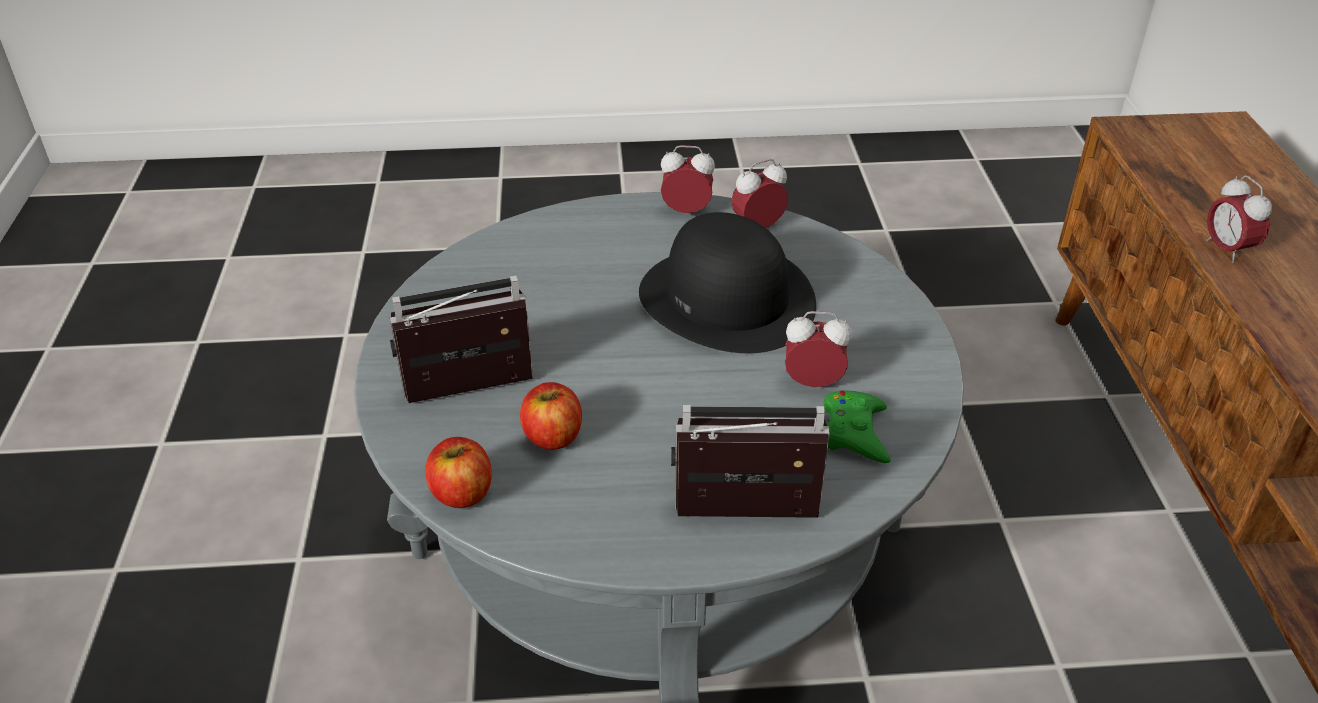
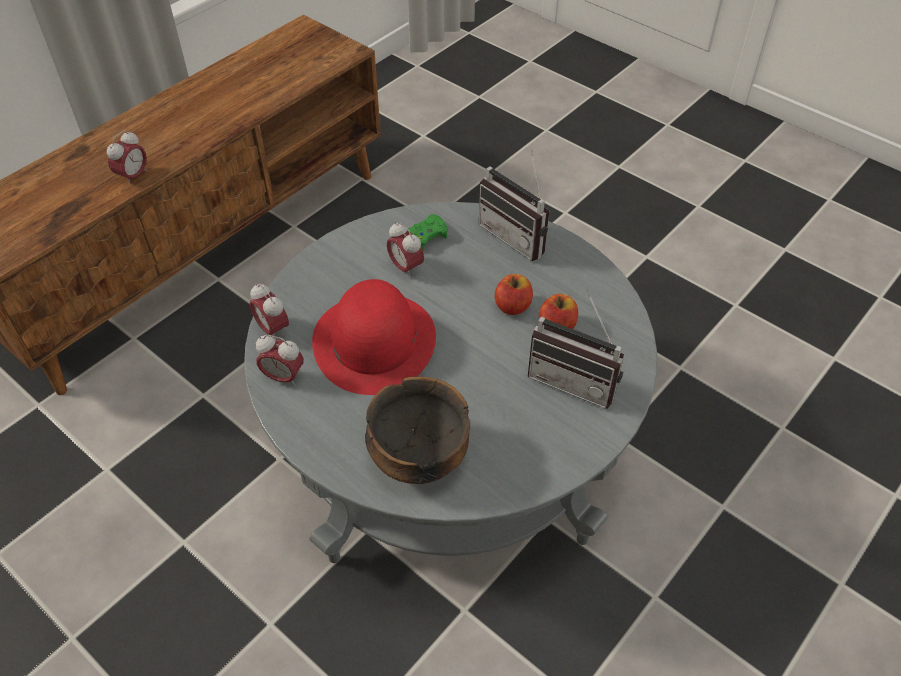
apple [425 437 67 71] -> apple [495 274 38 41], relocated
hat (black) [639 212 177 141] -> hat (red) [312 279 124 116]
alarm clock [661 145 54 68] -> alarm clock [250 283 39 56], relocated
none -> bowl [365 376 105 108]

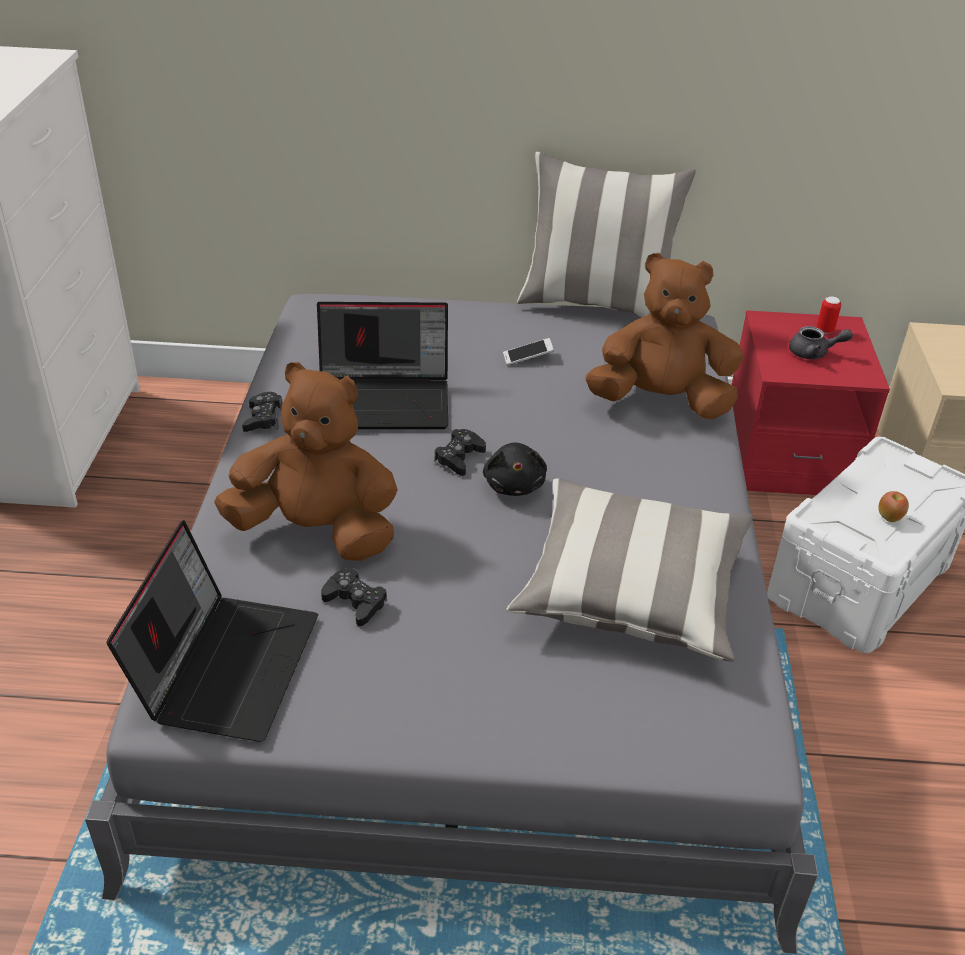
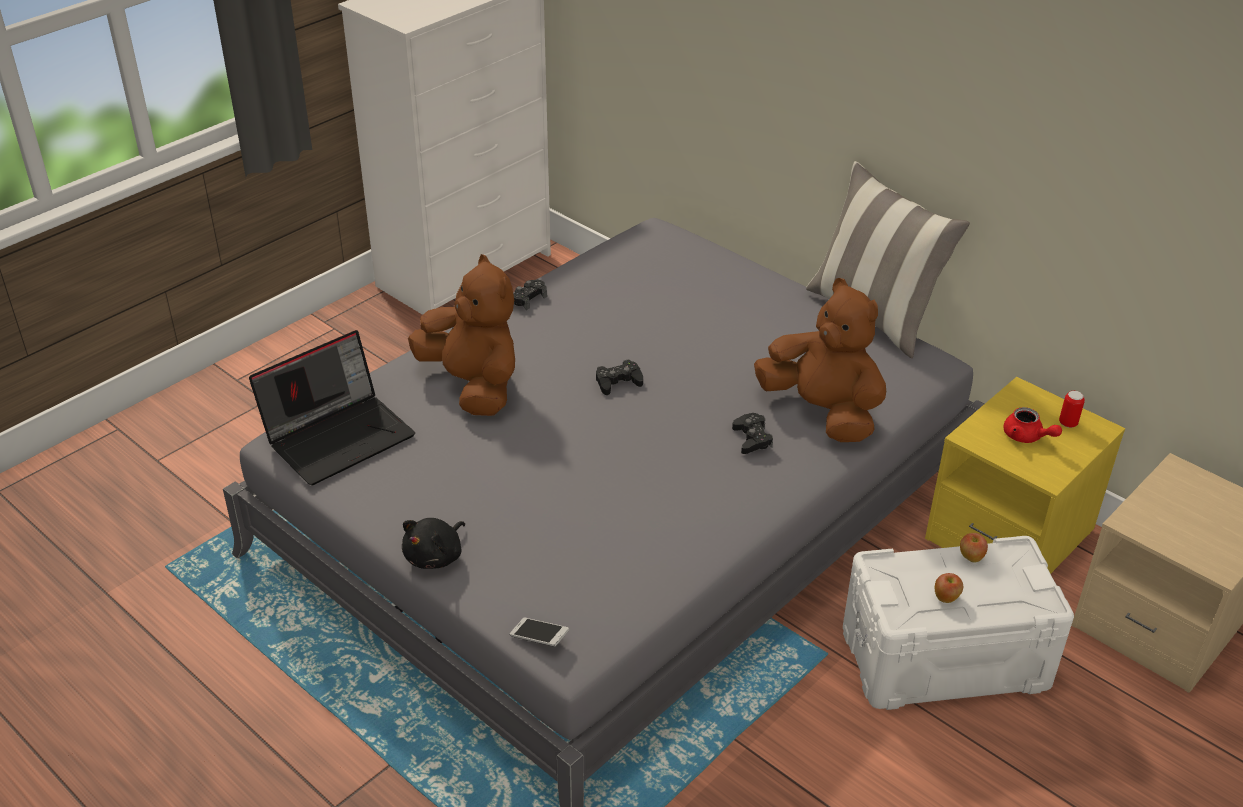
laptop [317 302 131 127] -> none
game controller (black) [321 568 66 58] -> game controller (black) [732 413 41 41], relocated
plush toy (black) [483 442 64 54] -> plush toy (black) [402 518 63 51], relocated
phone [503 338 51 28] -> phone [510 618 59 29], relocated
pillow [507 479 247 183] -> none
nightstand (red) [731 310 159 185] -> nightstand (yellow) [925 377 200 197]
teapot (grey) [789 326 64 33] -> teapot (red) [1004 407 58 36]
none -> apple [960 533 28 29]

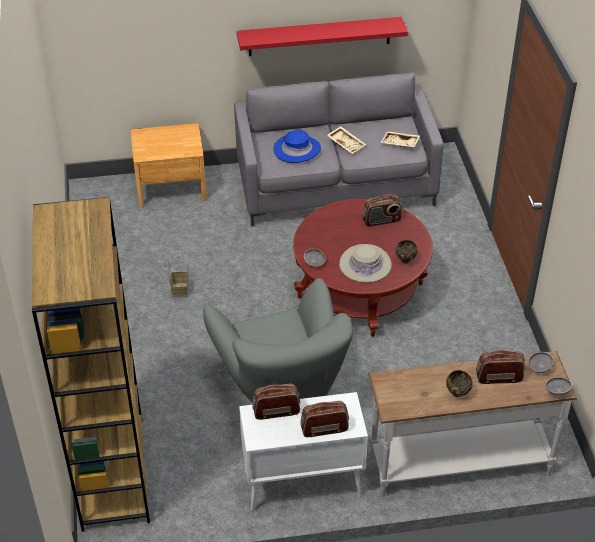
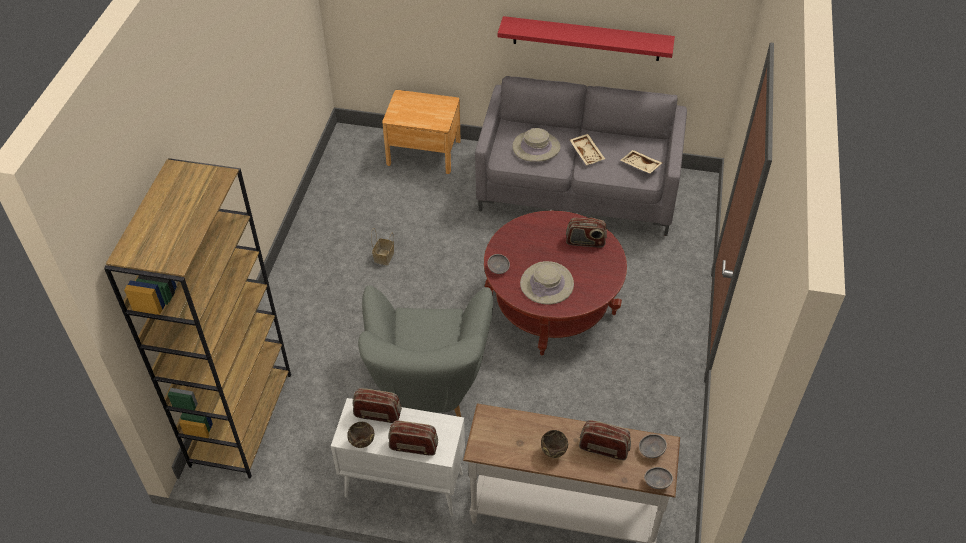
hat (blue) [273 130 48 33] -> hat (beige) [512 128 49 34]
bowl (brown) [395 240 23 24] -> bowl (brown) [347 422 28 26], relocated

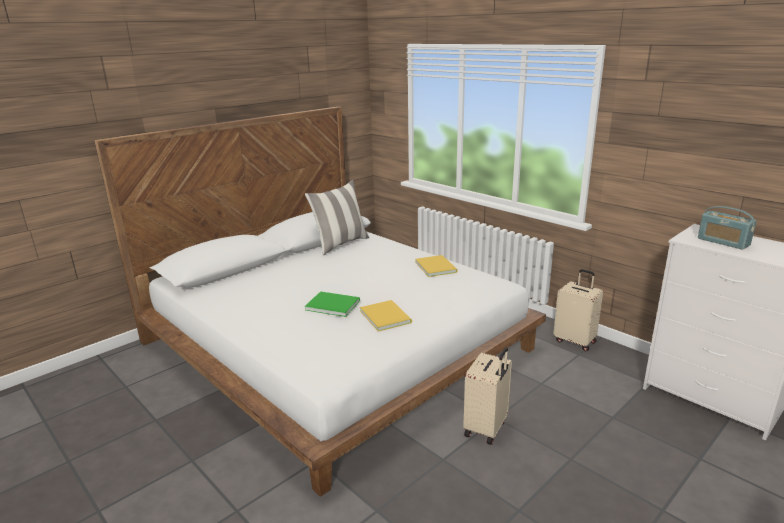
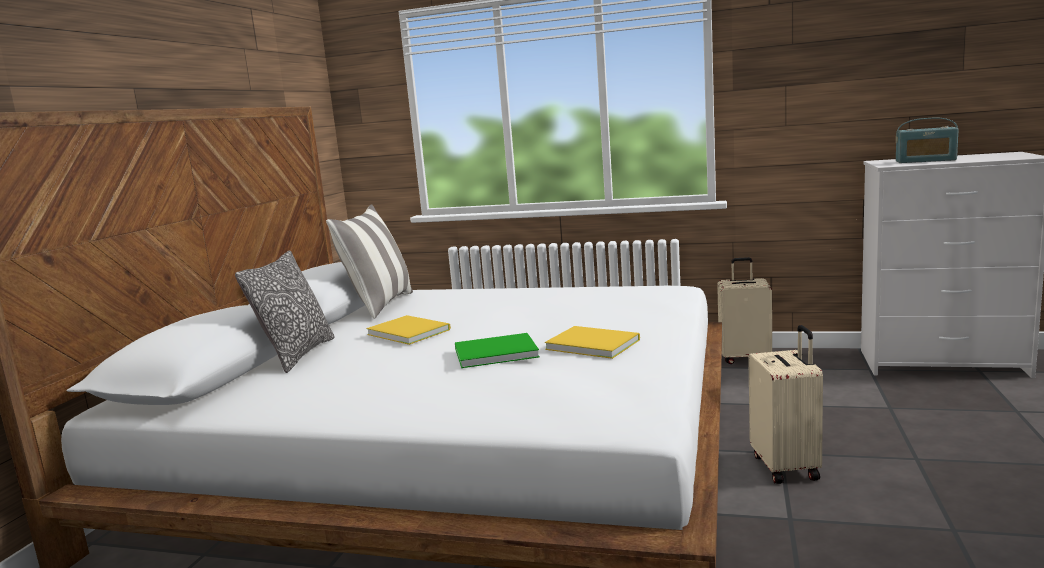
book (yellow) [415 255 43 22] -> book (yellow) [367 315 84 30], relocated
none -> pillow [235 251 99 122]

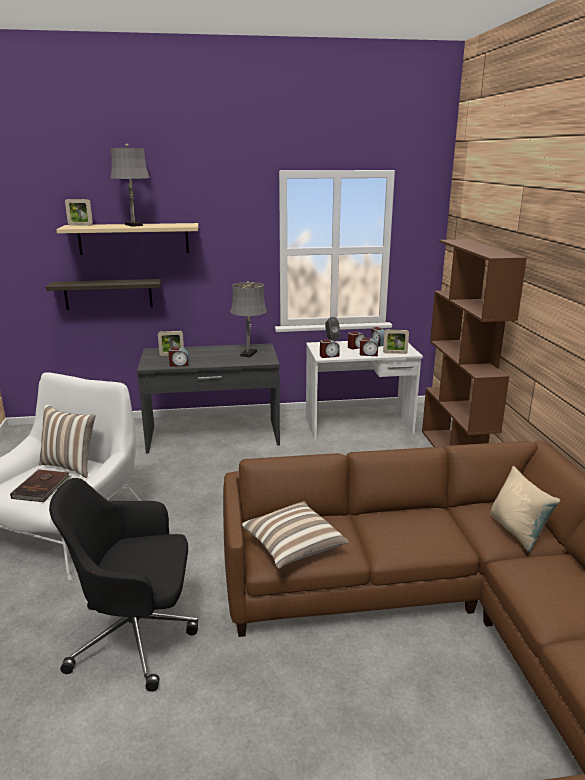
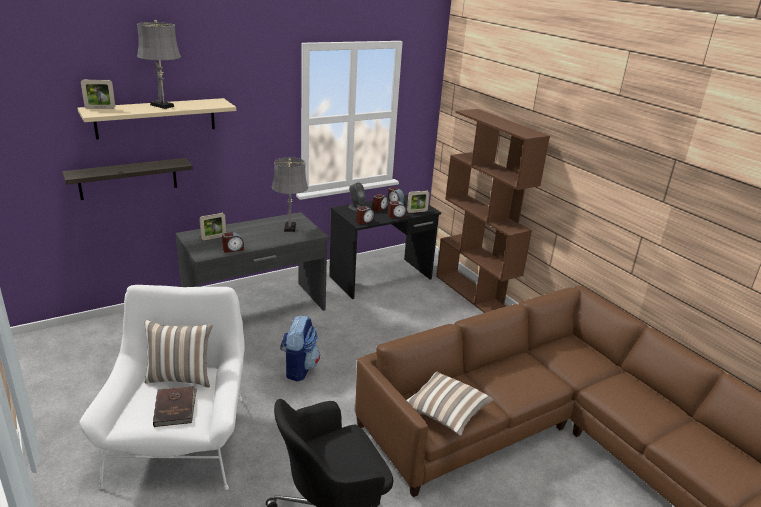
desk (white) [306 341 117 99] -> desk (black) [329 195 112 104]
pillow (beige) [490 466 70 86] -> none
none -> backpack [280 315 40 67]

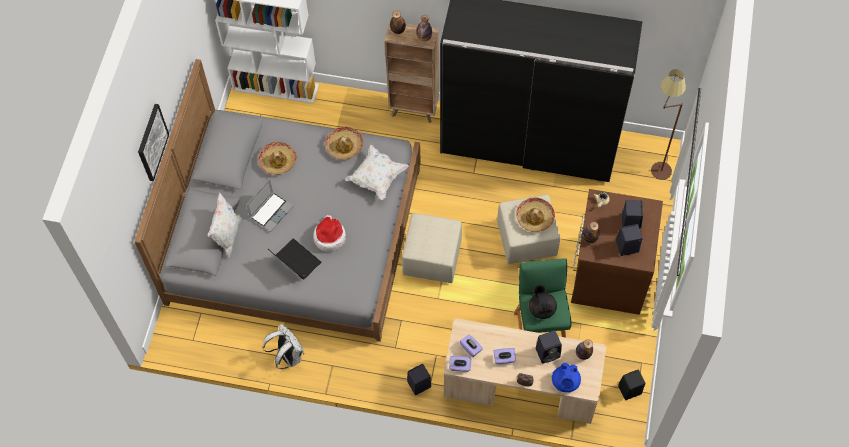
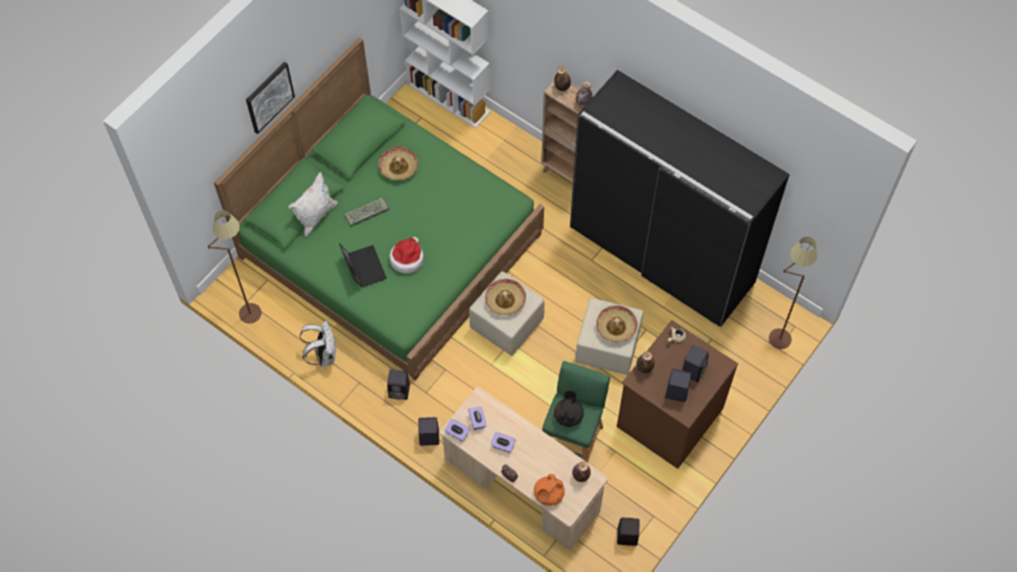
bed (grey) [134 59 287 283] -> bed (green) [214 37 330 343]
laptop [246 179 47 53] -> keyboard [344 197 46 30]
hat [325 126 38 34] -> hat [485 279 41 36], relocated
pillow (white) [345 145 64 55] -> none
speaker (black) [536 330 26 34] -> speaker (black) [387 369 23 31], relocated
teapot (blue) [552 363 29 30] -> teapot (orange) [534 474 31 32]
none -> floor lamp (brown) [208 210 54 113]

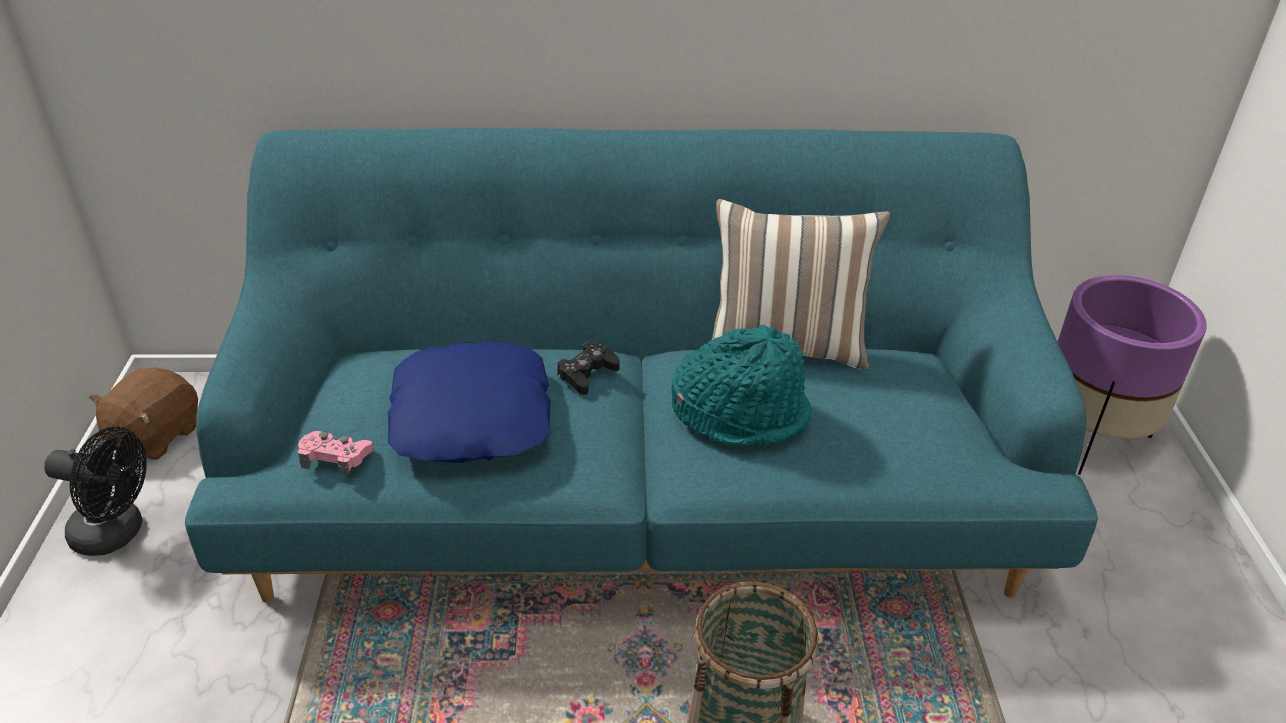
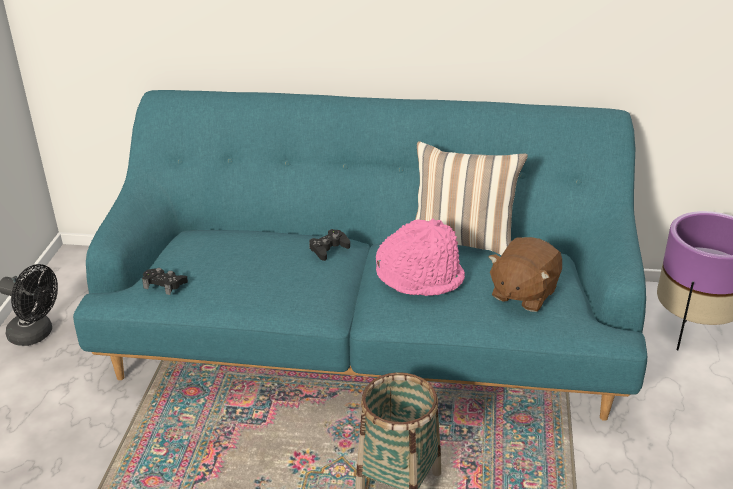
plush toy (brown) [89 367 109 93] -> plush toy (brown) [489 237 73 75], relocated
game controller (pink) [298 431 75 46] -> game controller (black) [142 268 46 27]
pillow (blue) [387 342 164 121] -> none
hat (turquoise) [672 324 140 122] -> hat (pink) [376 219 89 77]

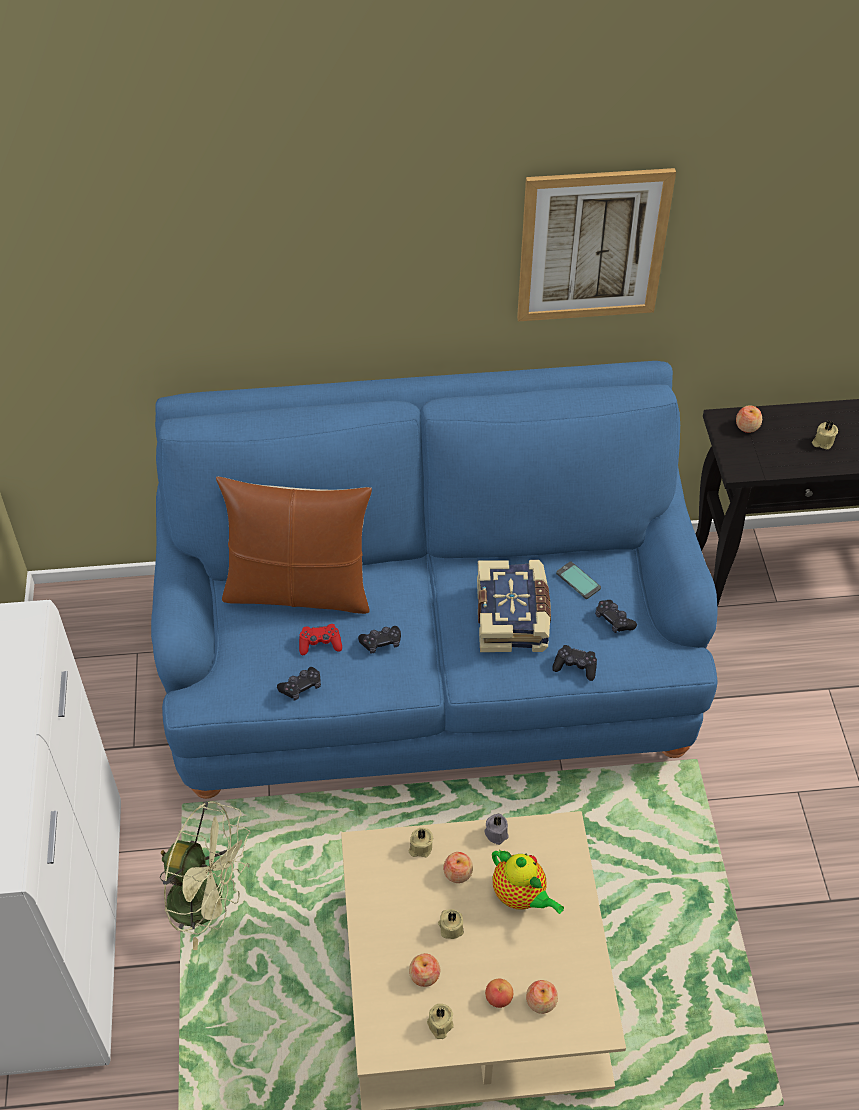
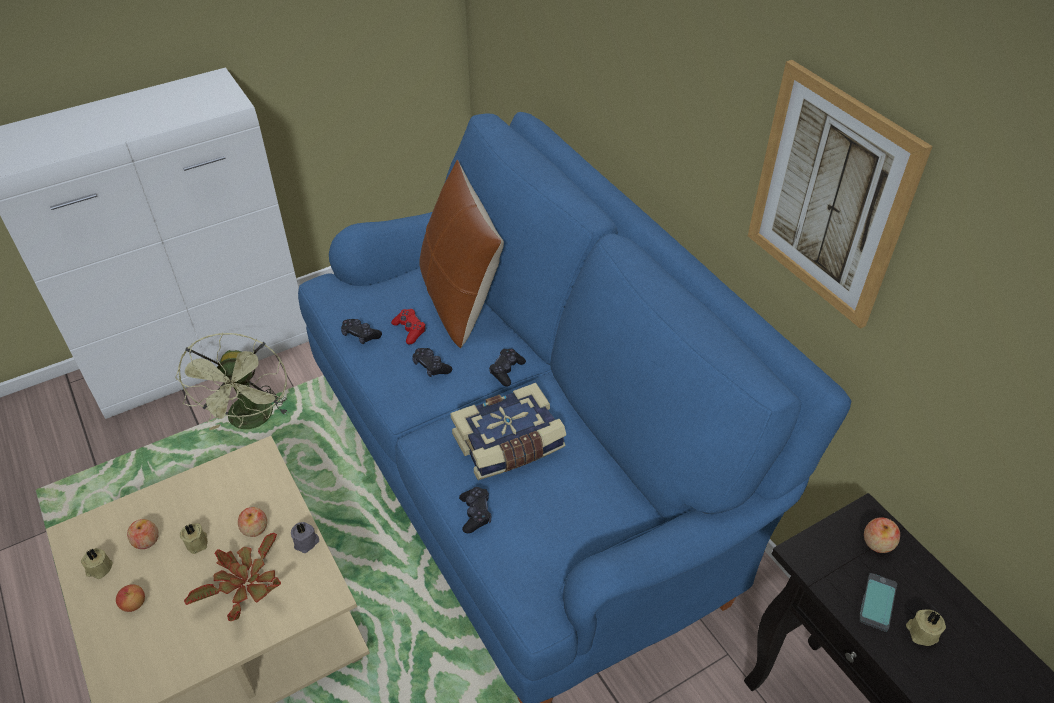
candle (beige) [409 828 24 29] -> none
teapot [492 850 72 64] -> potted plant [184 533 97 88]
apple [526 980 32 34] -> none
phone [556 562 45 37] -> phone [859 573 38 59], relocated
game controller (black) [595 600 42 33] -> game controller (black) [489 349 37 37], relocated

